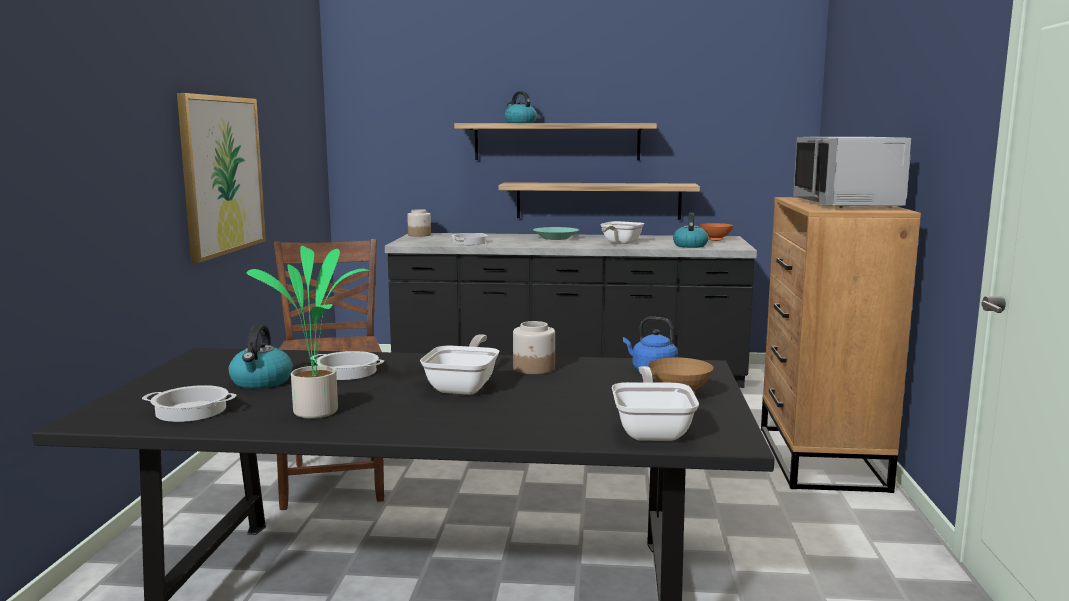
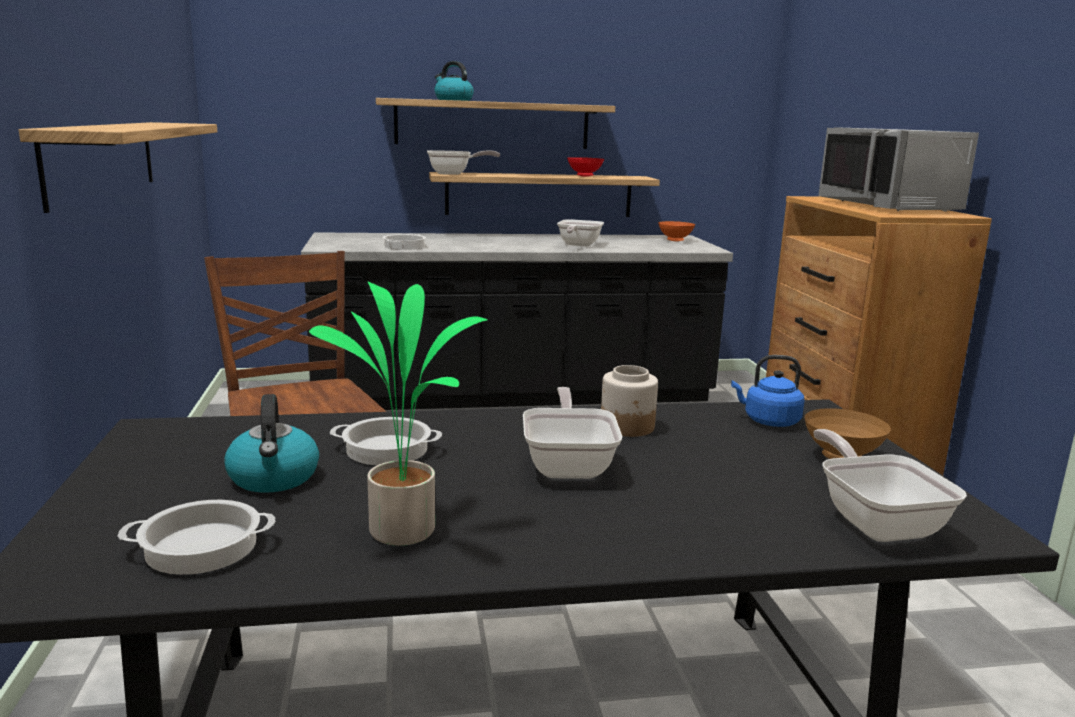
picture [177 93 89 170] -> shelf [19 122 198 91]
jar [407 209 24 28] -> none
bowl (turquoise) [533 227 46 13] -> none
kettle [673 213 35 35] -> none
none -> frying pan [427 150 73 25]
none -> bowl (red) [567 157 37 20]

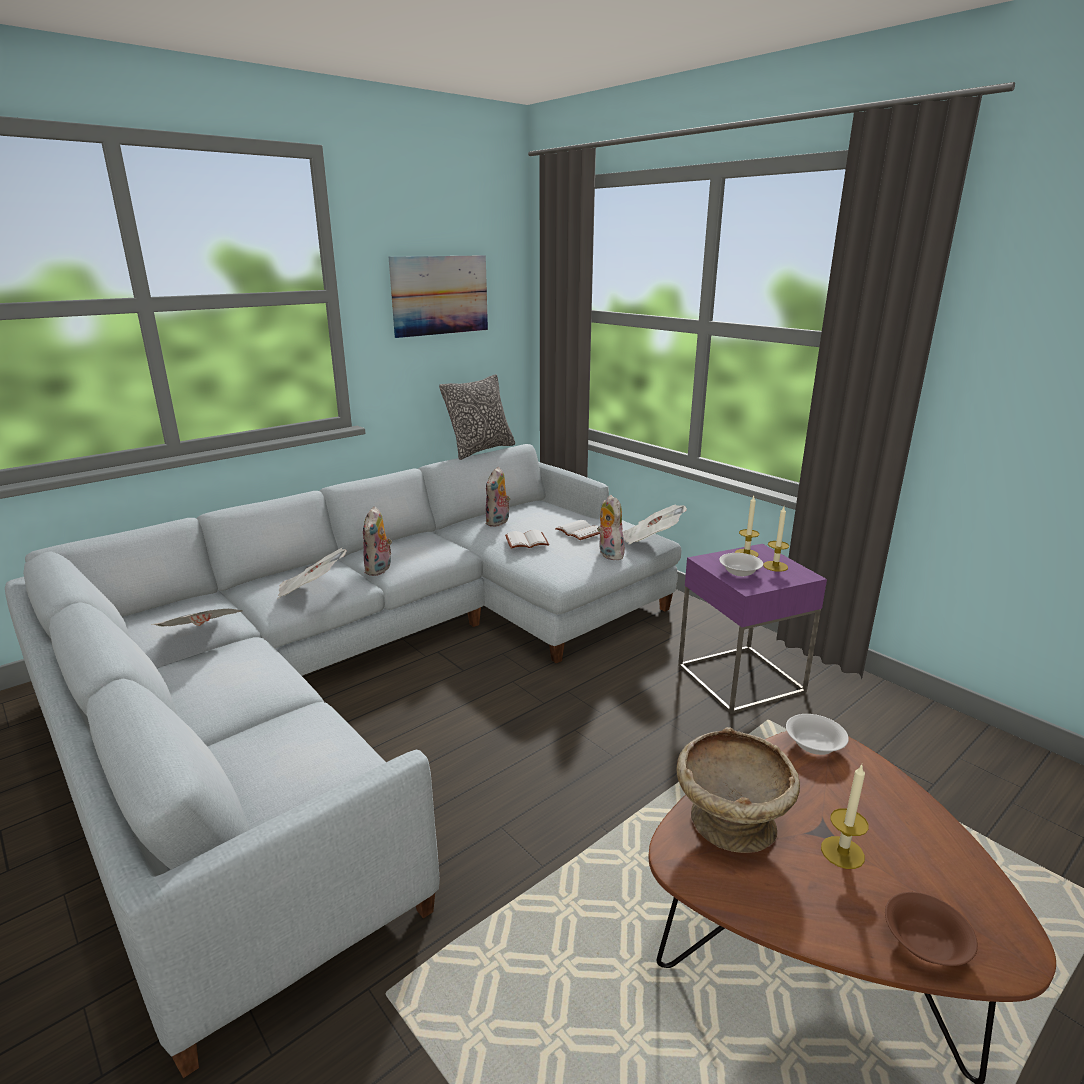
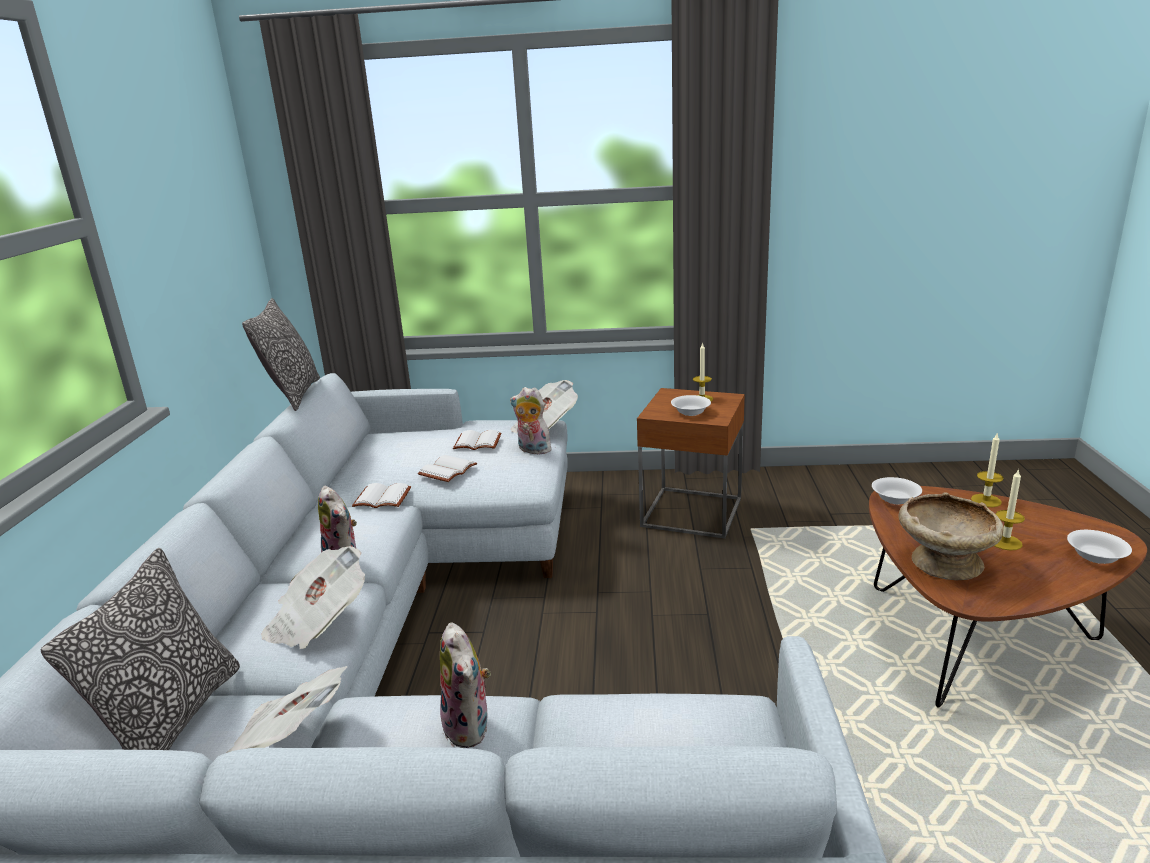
picture [389 255 99 83] -> none
plush toy [485 466 25 61] -> plush toy [440 622 51 126], relocated
side table (purple) [678 544 149 170] -> side table (brown) [637 388 108 151]
candle [735 496 24 61] -> candle [971 432 32 75], relocated
bowl (brown) [885 892 93 74] -> bowl (white) [1067 530 65 34]
none -> pillow [41 548 199 202]
none -> book (white) [352 483 59 25]

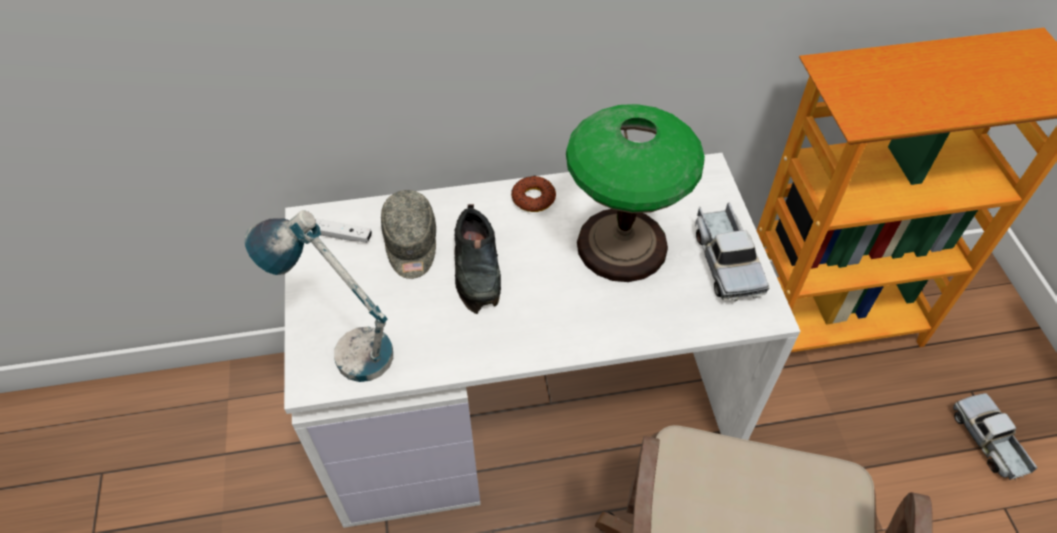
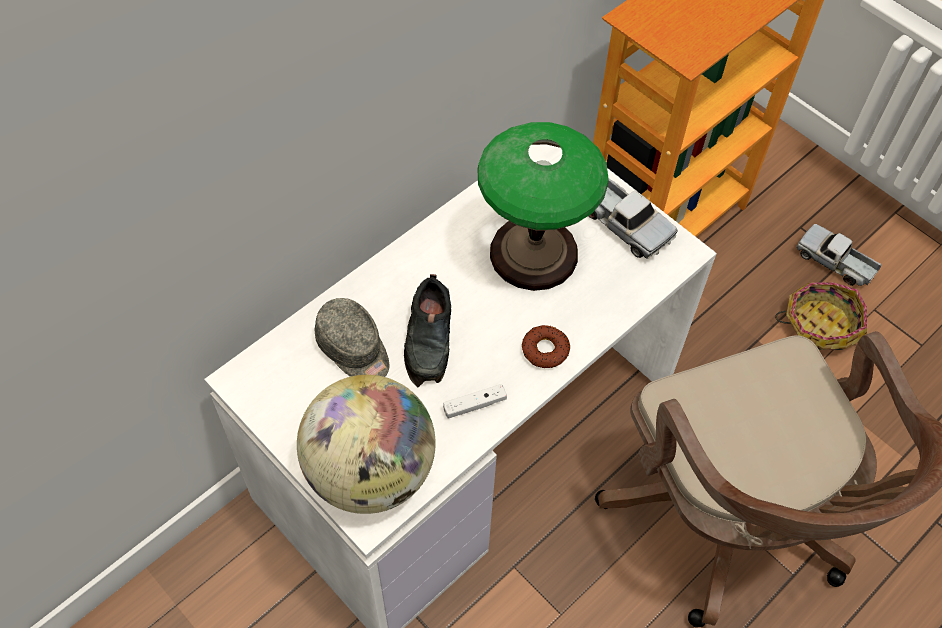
table lamp [245 210 148 172] -> globe [297 375 139 139]
game controller (white) [316 219 56 24] -> game controller (white) [443 384 64 35], relocated
shoe (black) [454 204 47 110] -> shoe (black) [404 274 47 113], 45 degrees clockwise
donut [511 176 45 36] -> donut [522 325 48 43], relocated
none -> basket [775 282 92 68]

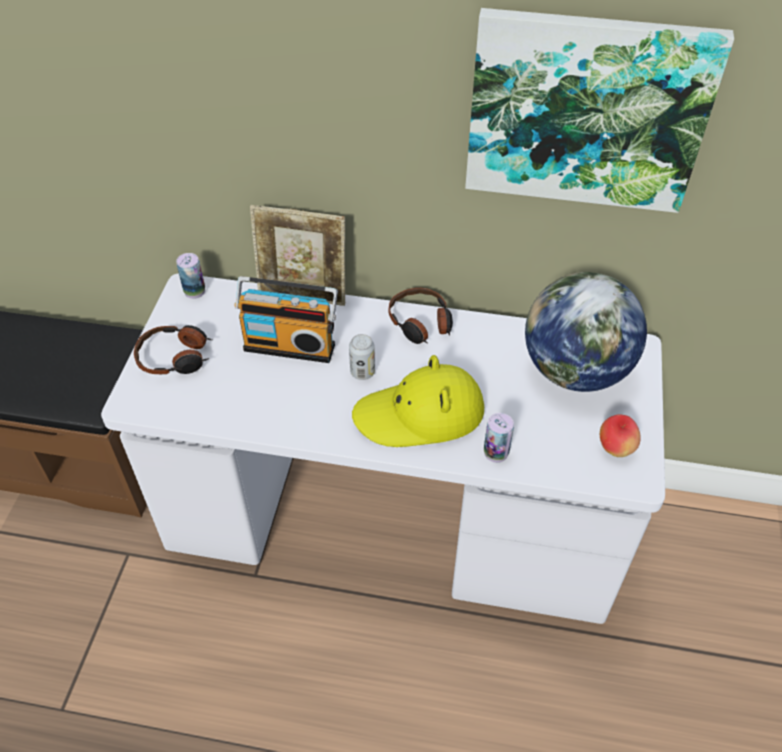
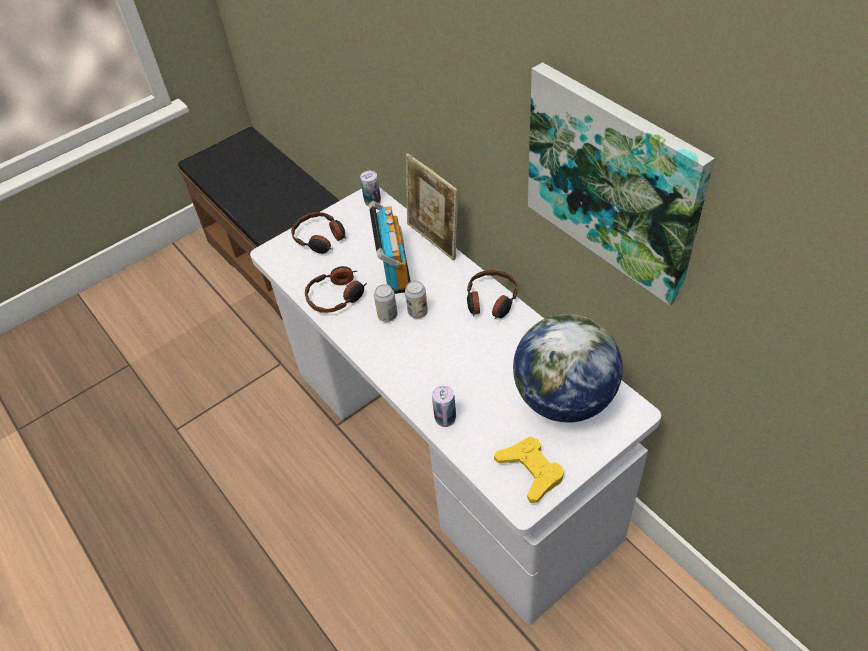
radio [235 276 103 87] -> radio [369 201 42 93], 150 degrees counterclockwise
hat (yellow) [352 355 132 92] -> none
apple [600 414 40 43] -> game controller (yellow) [494 437 70 66]
none -> headphones [305 266 62 47]
none -> can [374 284 24 38]

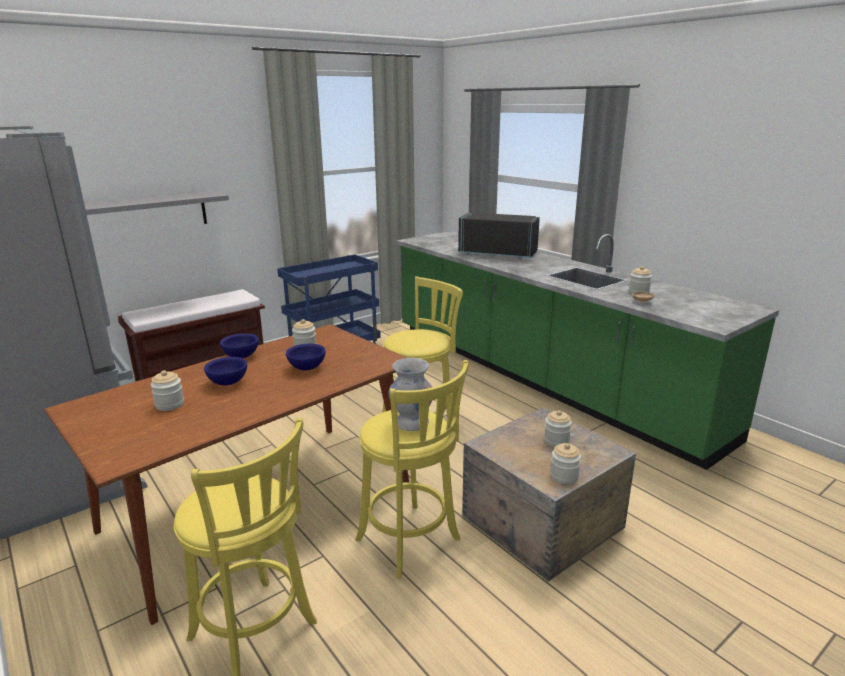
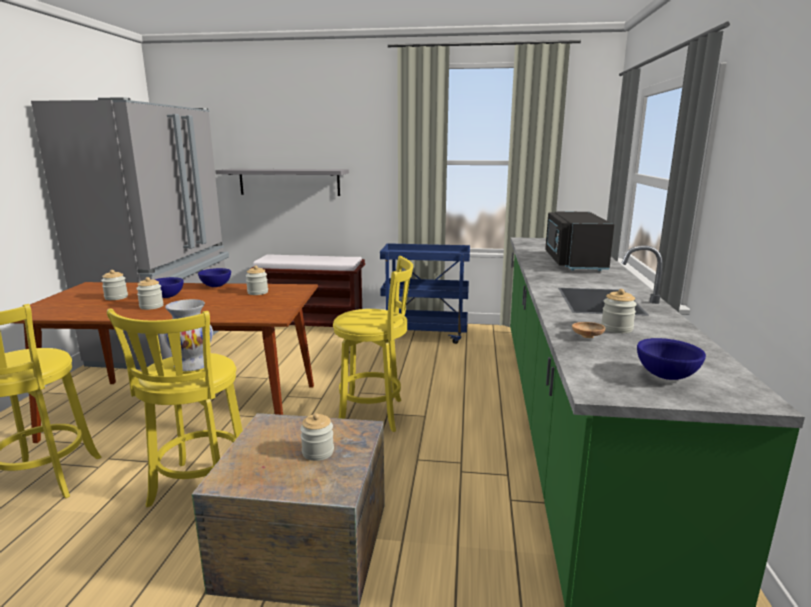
bowl (blue) [286 344 40 26] -> bowl (blue) [637 338 69 42], relocated
microwave (black) [458 213 82 46] -> microwave (black) [545 211 69 60], 150 degrees counterclockwise
jar [550 443 31 41] -> jar [136 277 28 33], relocated

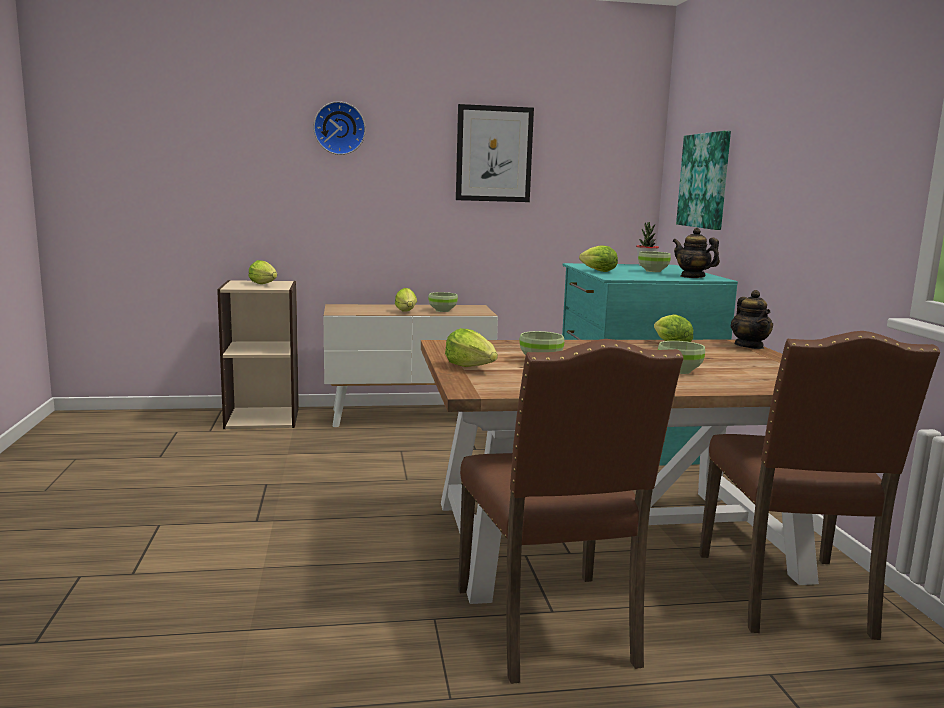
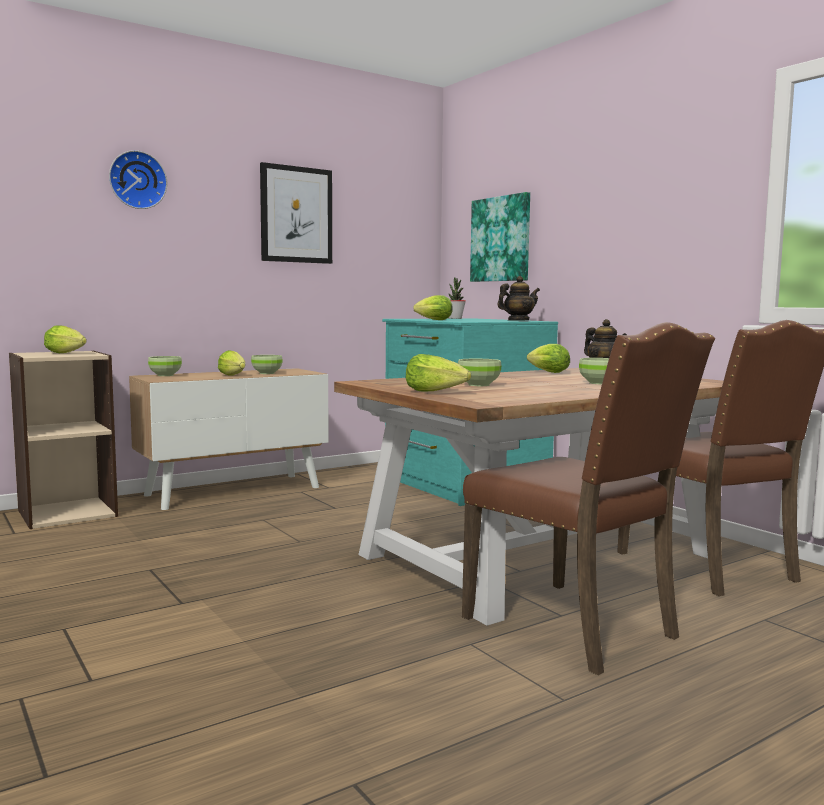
bowl (green) [638 251 33 21] -> bowl (green) [148 356 34 20], relocated
teapot [673 228 47 50] -> teapot [497 276 43 45], 135 degrees clockwise

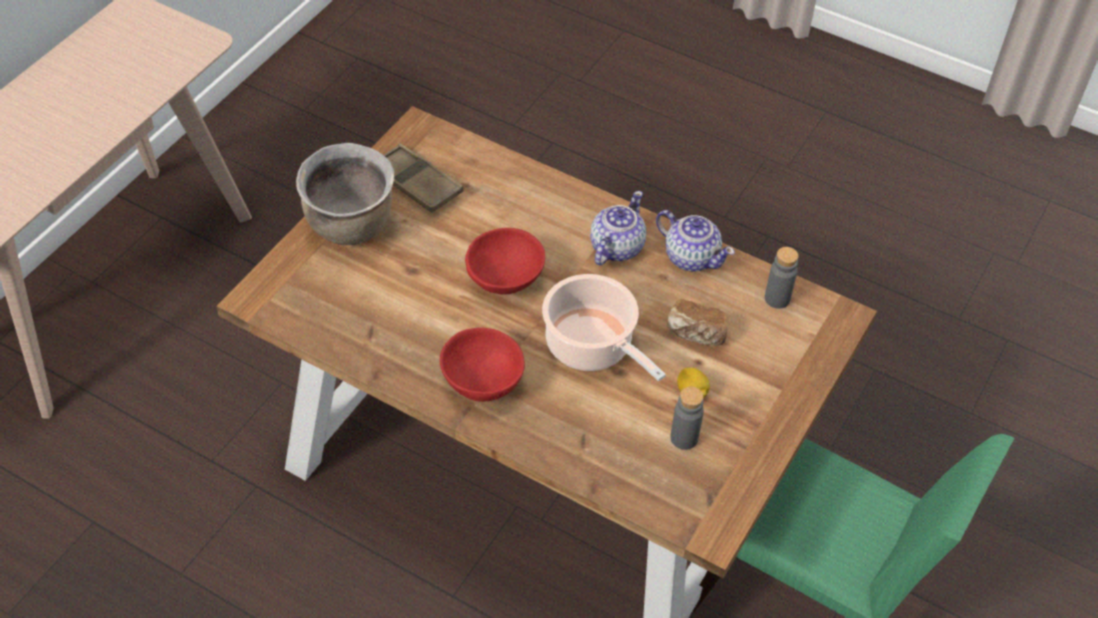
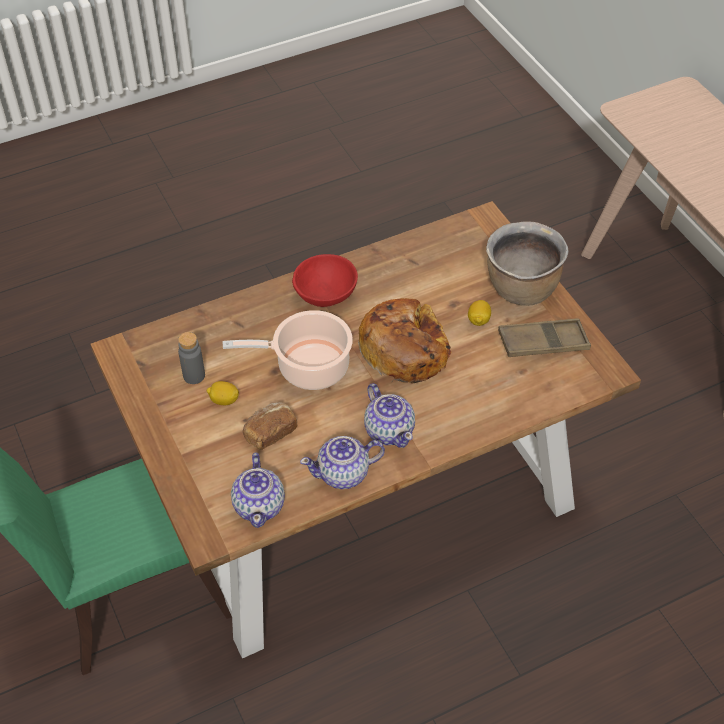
bowl (red) [465 228 80 67] -> bread [358 298 94 86]
bottle (grey) [765 247 34 62] -> teapot [231 453 54 75]
none -> lemon [468 300 23 26]

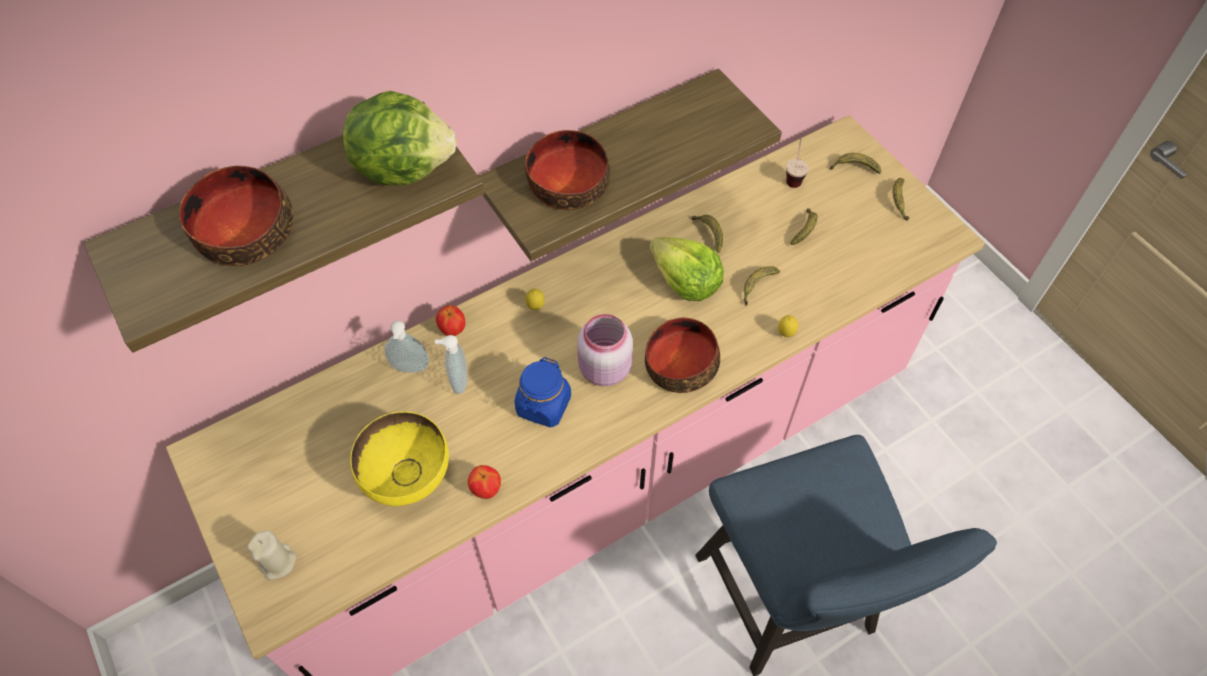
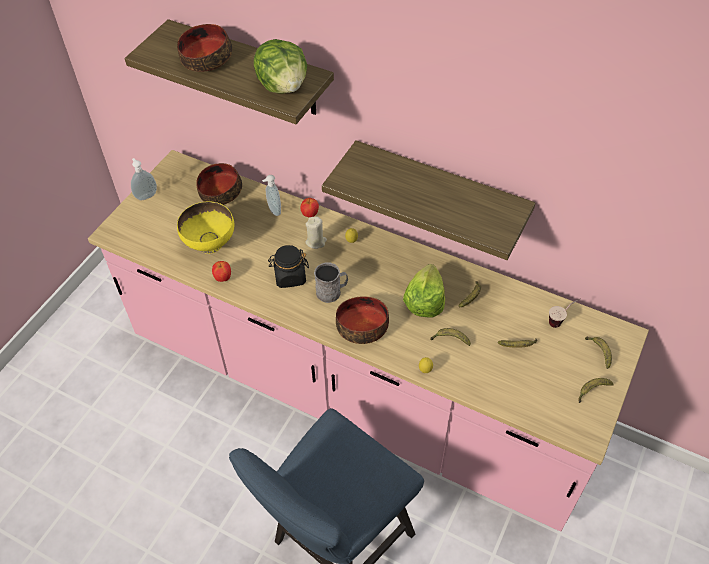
candle (beige) [247 530 50 50] -> candle (beige) [305 217 22 32], relocated
soap dispenser [435 335 33 59] -> soap dispenser [131 158 26 43], relocated
jar (blue) [515 357 56 70] -> jar (black) [268 245 41 43]
bowl [525 130 85 80] -> bowl [196 163 46 42], relocated
jar (pink) [577 314 56 72] -> mug (grey) [314 263 34 40]

